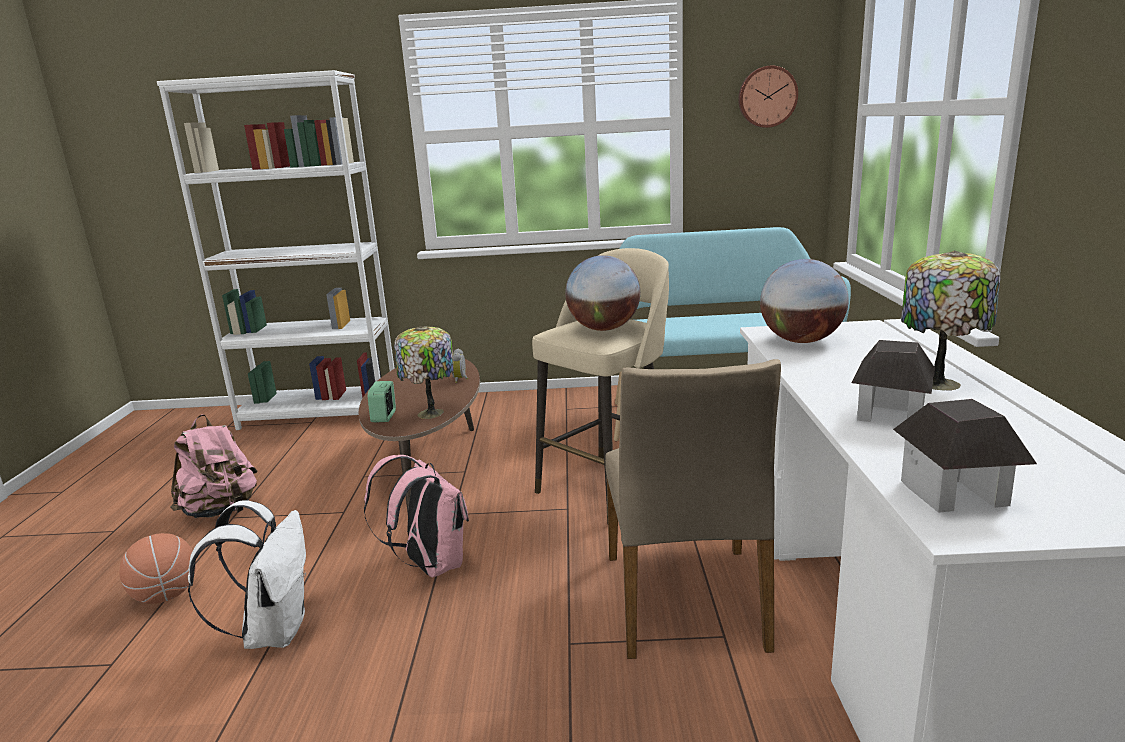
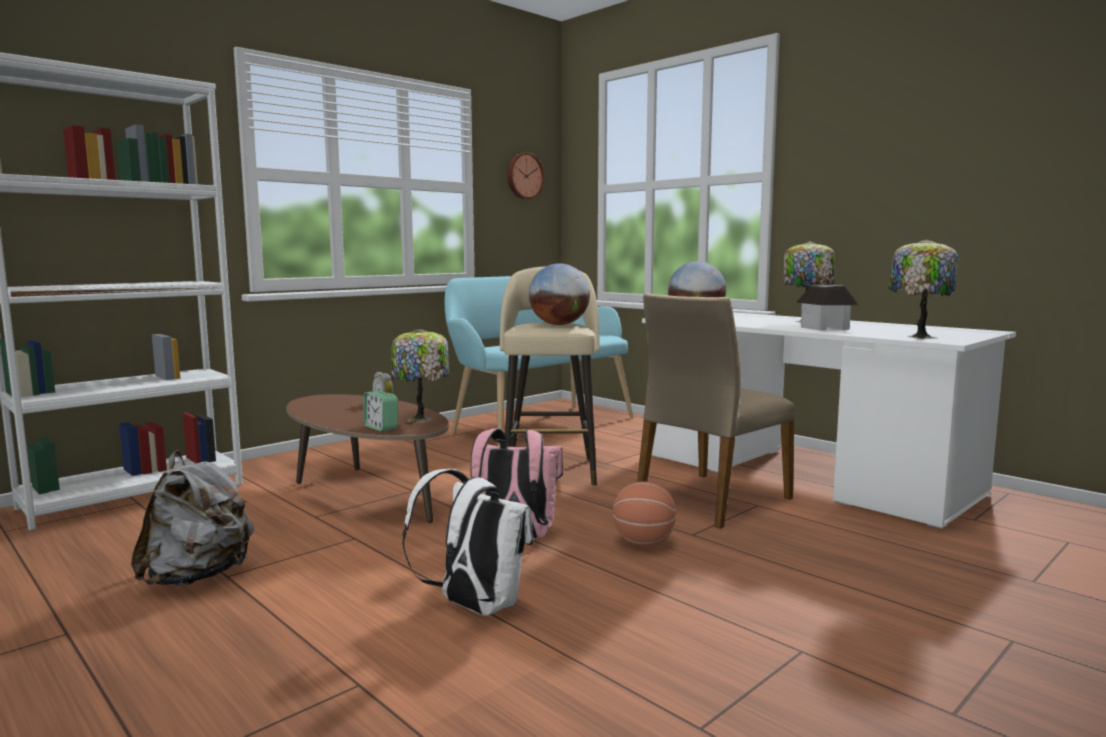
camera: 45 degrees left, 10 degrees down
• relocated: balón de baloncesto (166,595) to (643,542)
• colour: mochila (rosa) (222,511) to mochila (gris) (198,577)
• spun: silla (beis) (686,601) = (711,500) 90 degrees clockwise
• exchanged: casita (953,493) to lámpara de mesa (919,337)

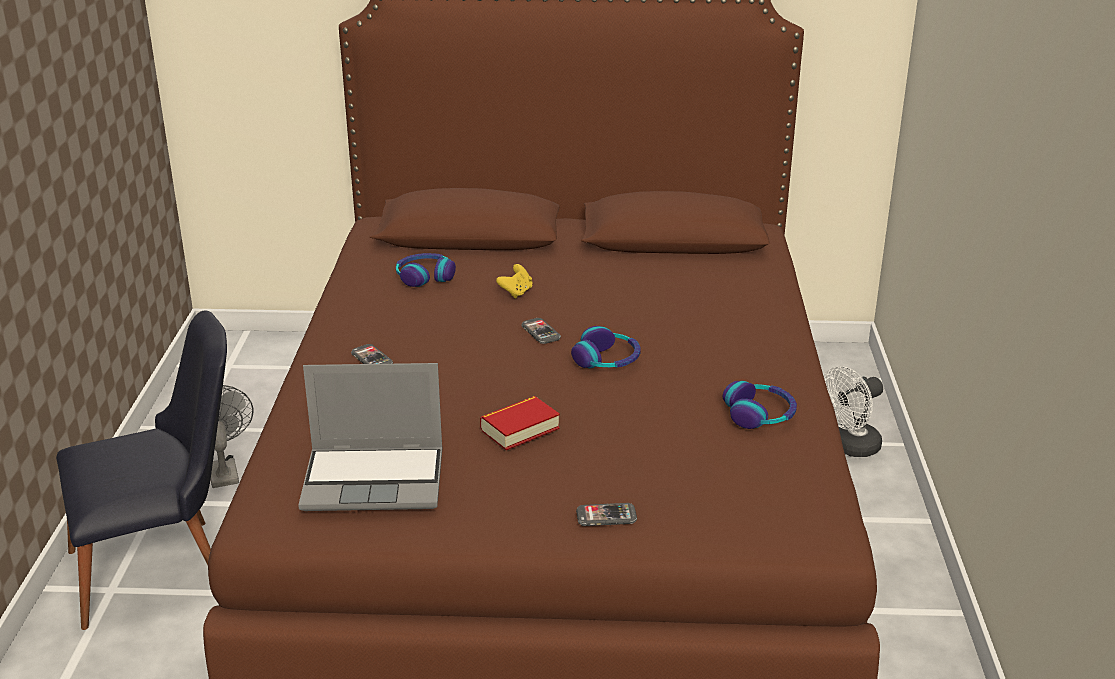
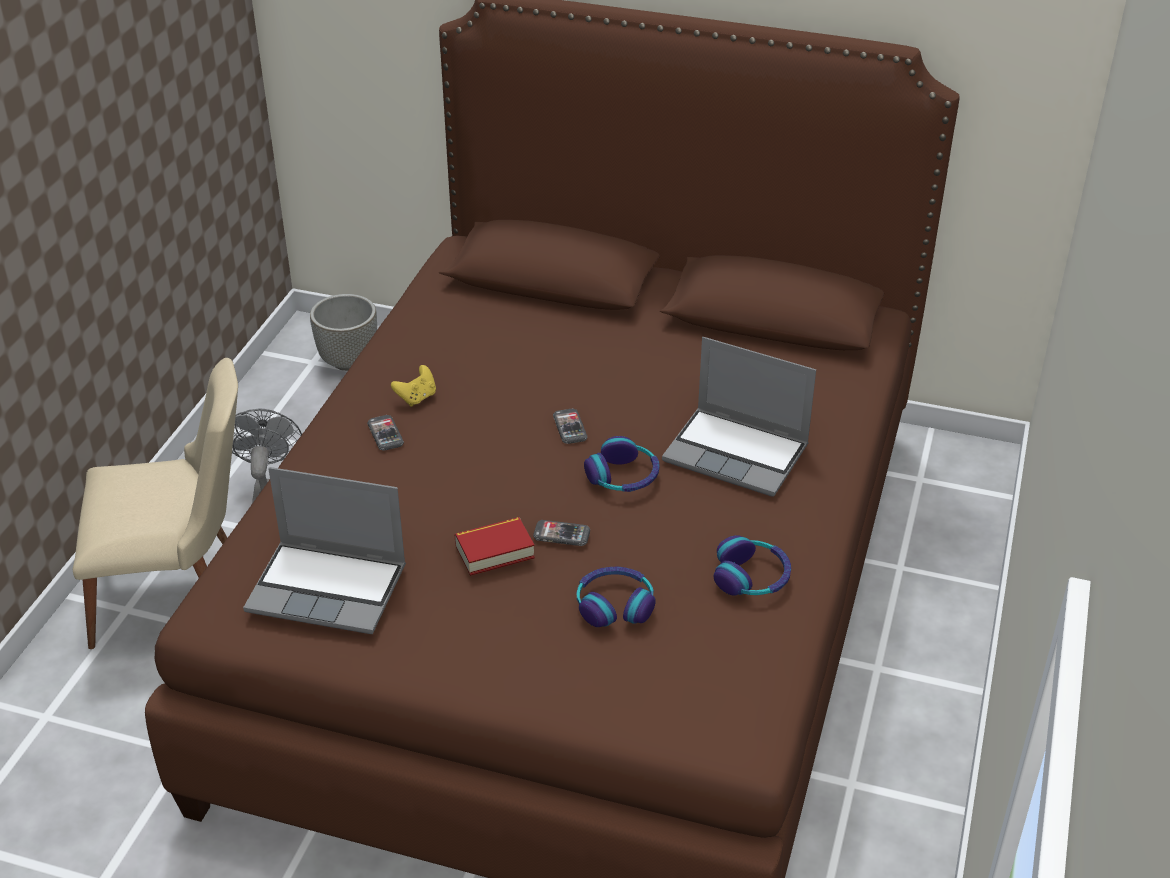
camera: 15 degrees right, 10 degrees up
• colour: silla (negro) (166,568) to silla (beis) (182,595)
• relocated: auriculares (425,276) to (615,605)
• relocated: mando de consola (amarillo) (516,292) to (417,398)
• relocated: móvil (606,516) to (561,534)
• missing: ventilador (blanco) (849,447)
• appeared: maceta (gris) (349,361)
• appeared: portátil (738,453)

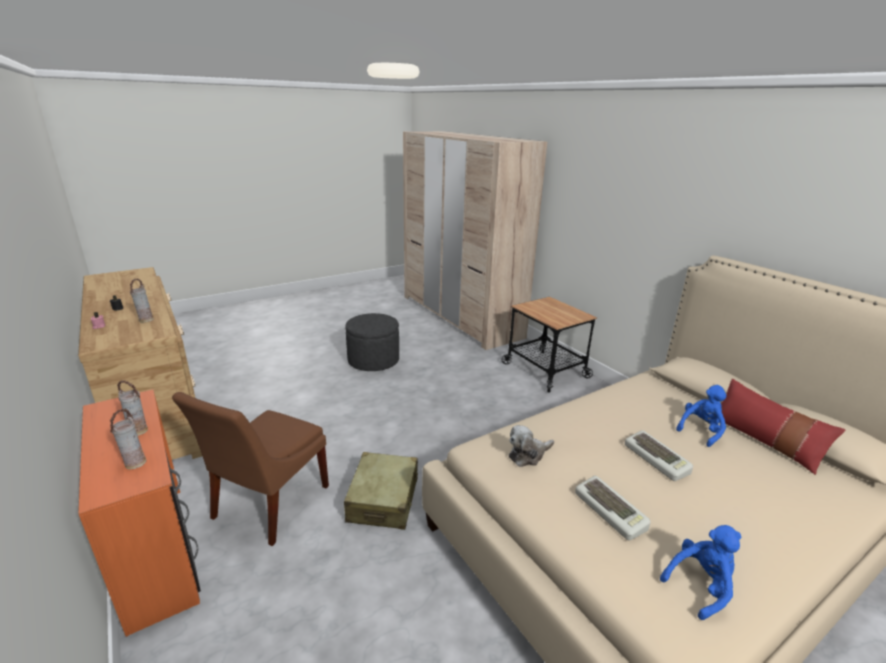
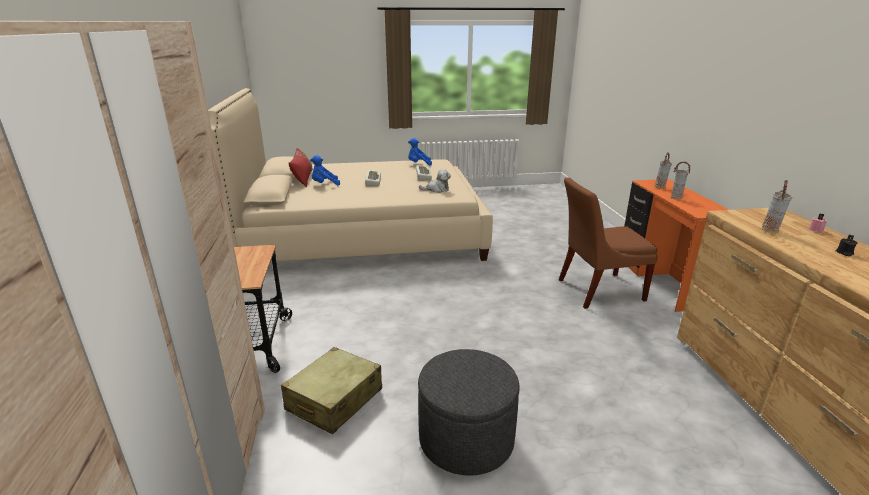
camera: 155 degrees left, 0 degrees up
• spun: silla (marrón) (267,505) = (596,290) 150 degrees counterclockwise
• relocated: maleta (beis) (383,500) to (334,400)

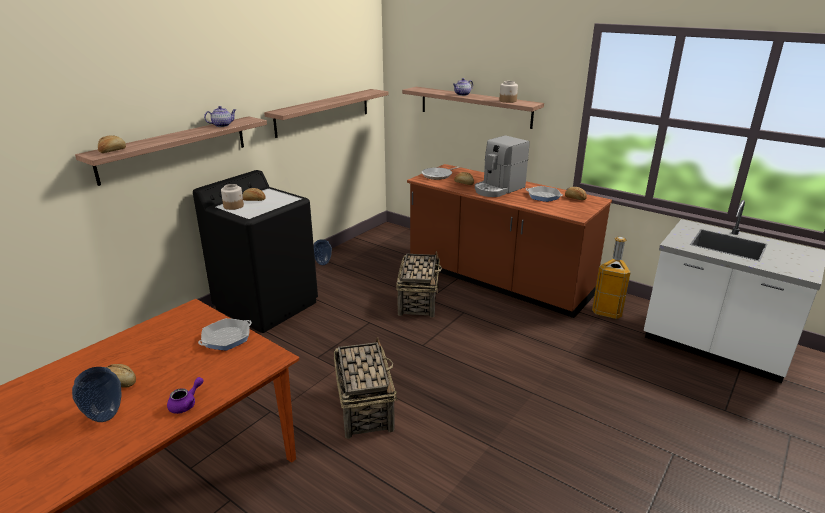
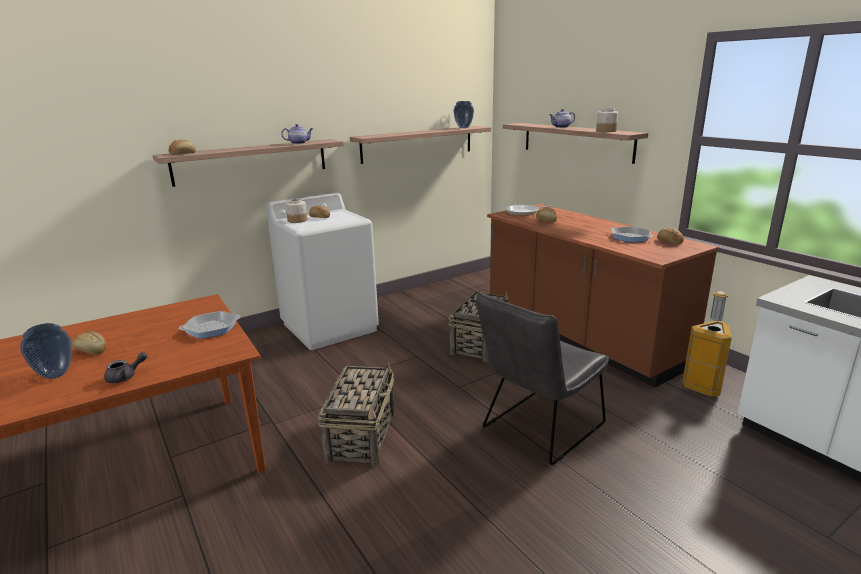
camera: 20 degrees right, 5 degrees down
• colour: tetera (morado) (186,404) to tetera (gris) (126,377)
• colour: lavadora (negro) (267,305) to lavadora (blanco) (330,327)
• relocated: florero (323,263) to (464,127)
• missing: cafetera (498,189)
• appeared: silla (gris) (538,429)

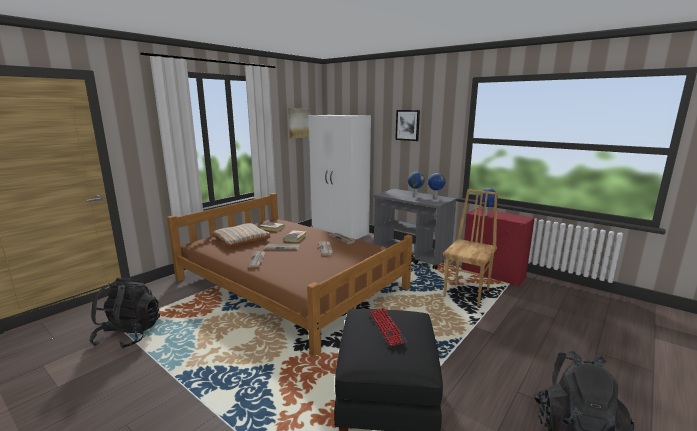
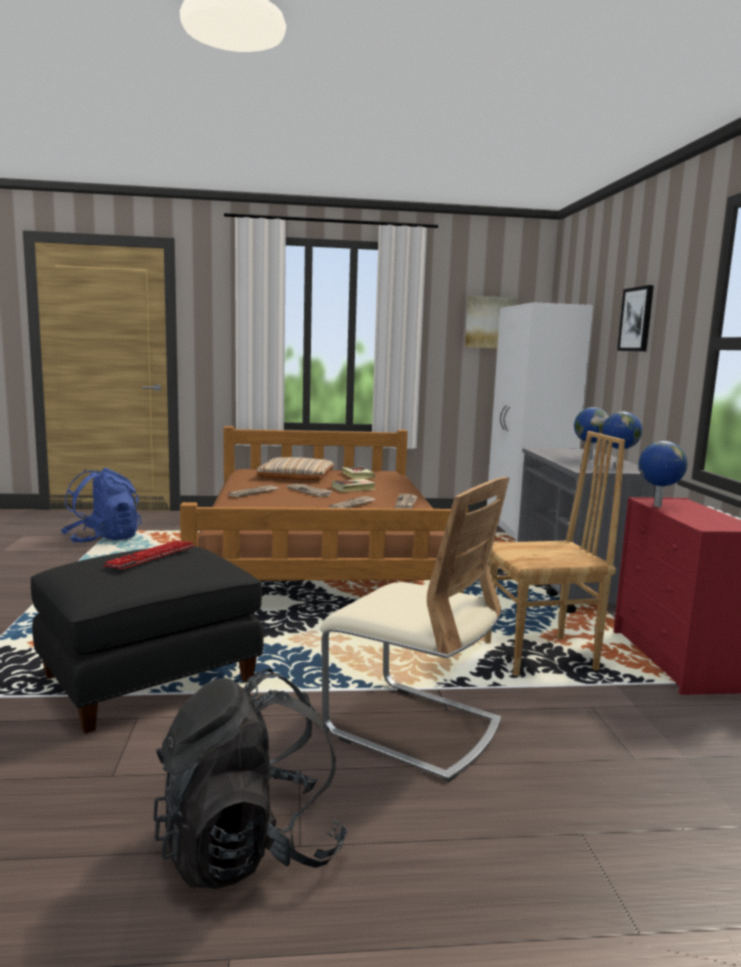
camera: 45 degrees right, 5 degrees down
• colour: mochila (negro) (129,335) to mochila (azul) (103,539)
• appeared: silla (beis) (412,727)

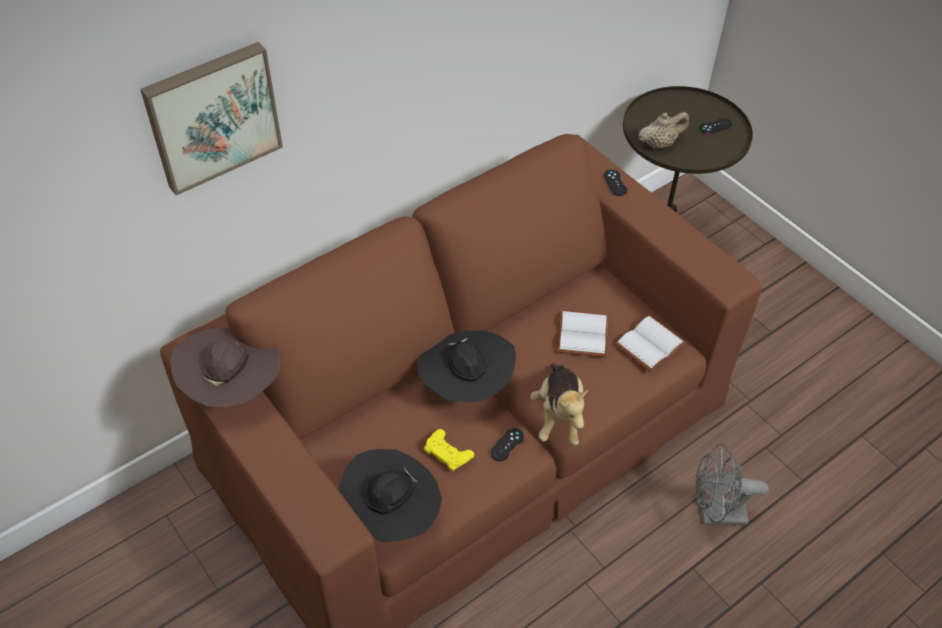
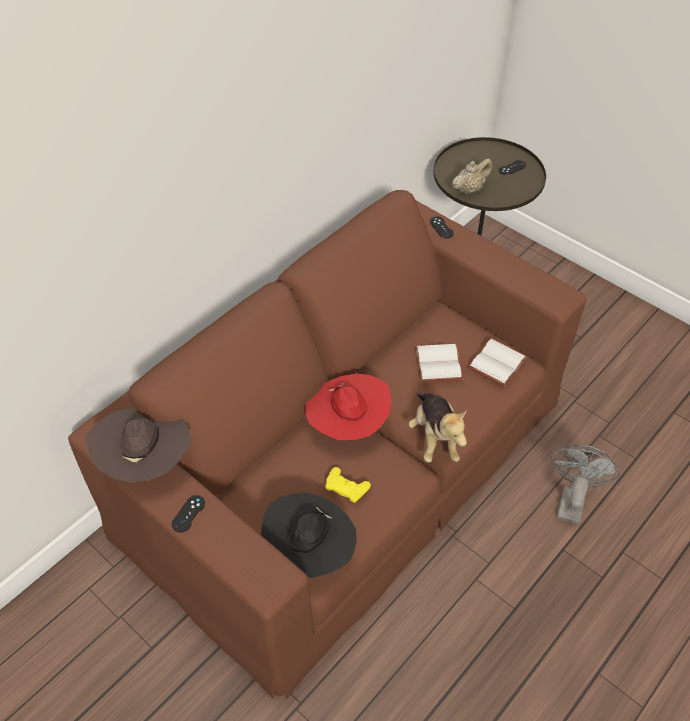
camera: 10 degrees left, 0 degrees up
• missing: cuadro (212,116)
• colour: sombrero (negro) (466,386) to sombrero (rojo) (348,425)
• relocated: mando de consola (negro) (507,445) to (188,514)
• spun: ventilador (gris) (715,514) = (571,500) 120 degrees clockwise

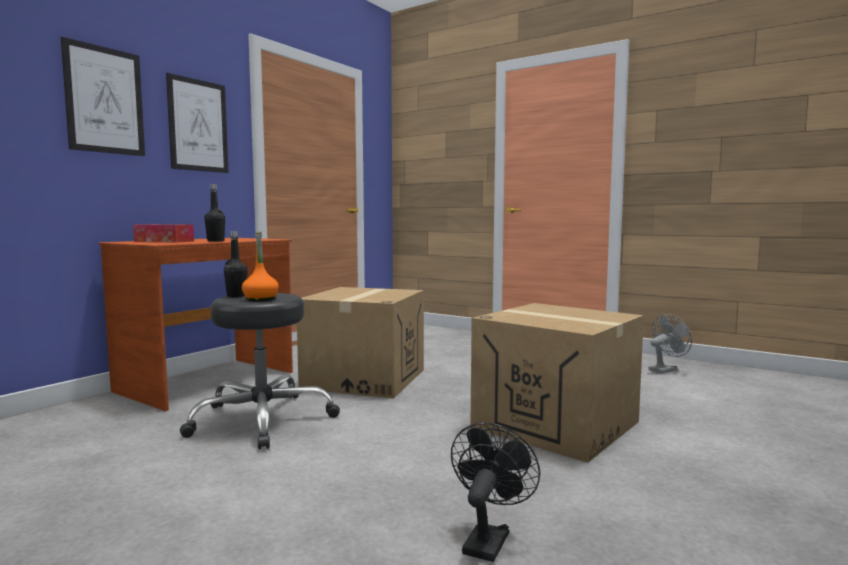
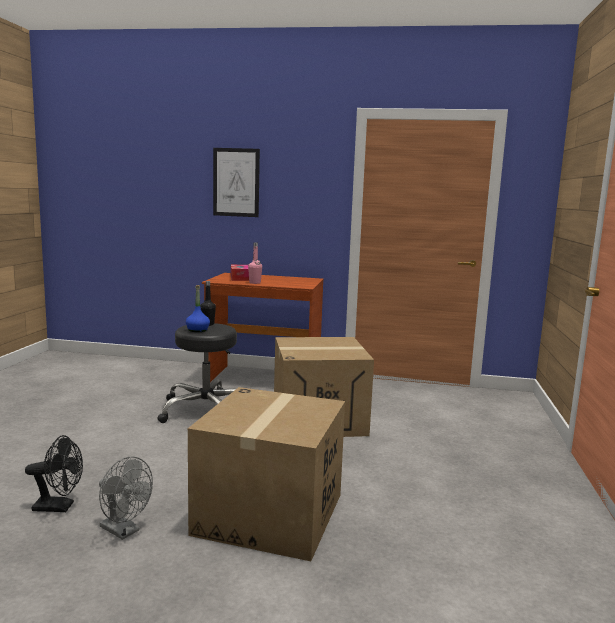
camera: 65 degrees right, 5 degrees up
• missing: cuadro (198,125)
• colour: botella (negro) (215,241) to botella (rosa) (255,283)
• colour: botella (naranja) (260,299) to botella (azul) (197,330)
• relocated: ventilador (gris) (665,370) to (124,531)

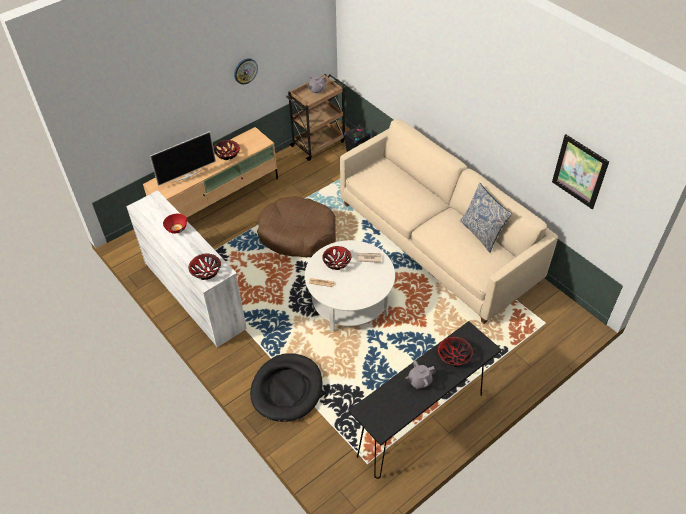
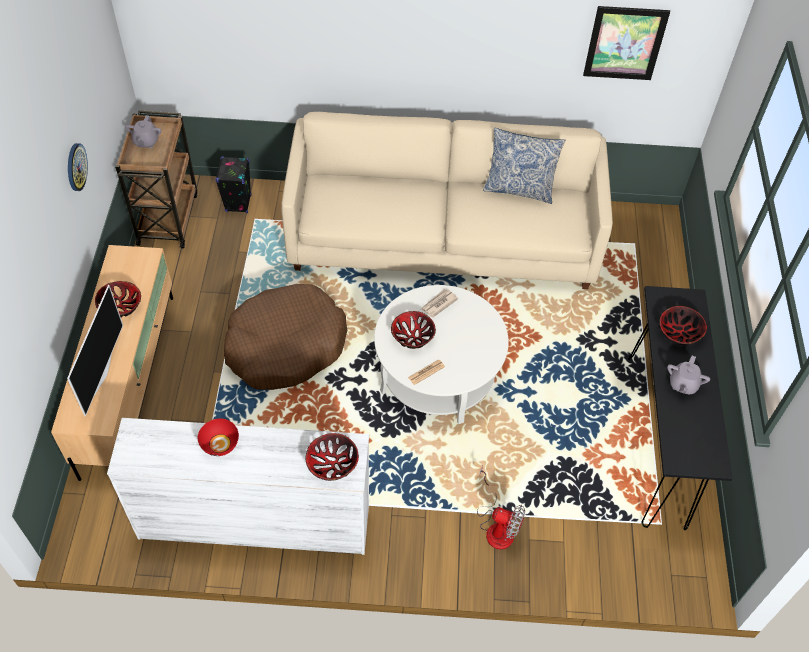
camera: 50 degrees left, 5 degrees up
• exchanged: cama para perro (negro) (287,389) to ventilador (496,526)

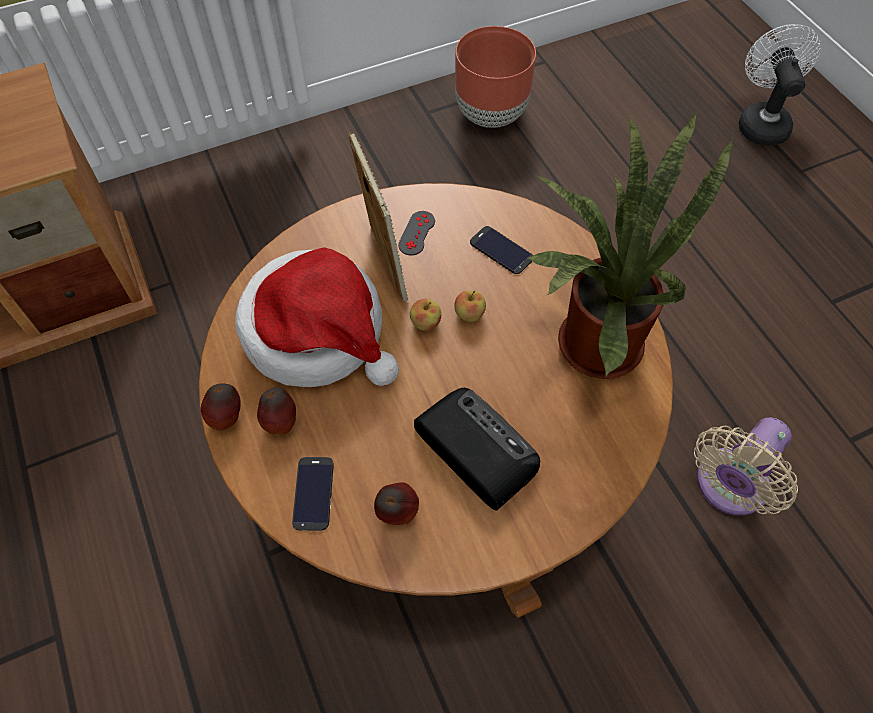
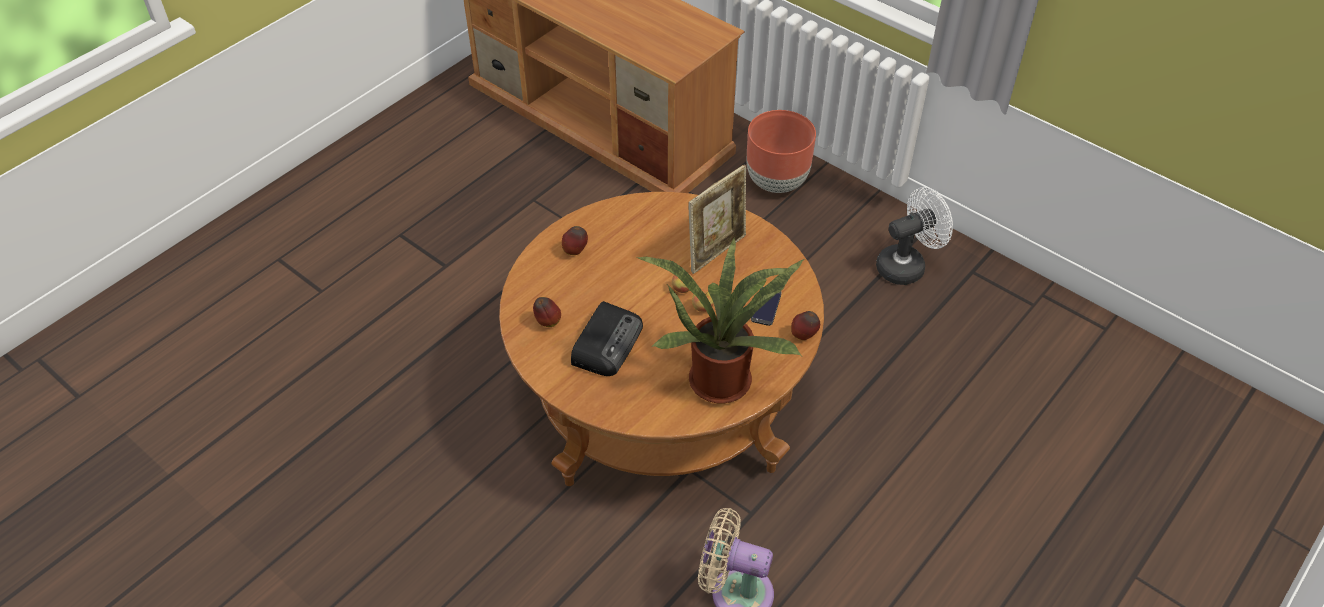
camera: 65 degrees right, 10 degrees down
• relocated: manzana (227,417) to (804,336)
• missing: sombrero (318,333)
• missing: móvil (313,493)
• missing: mando de consola (gris) (417,233)
• relocated: maceta (marrón) (490,114) to (777,181)
• relocated: ventilador (blanco) (760,122) to (907,265)

